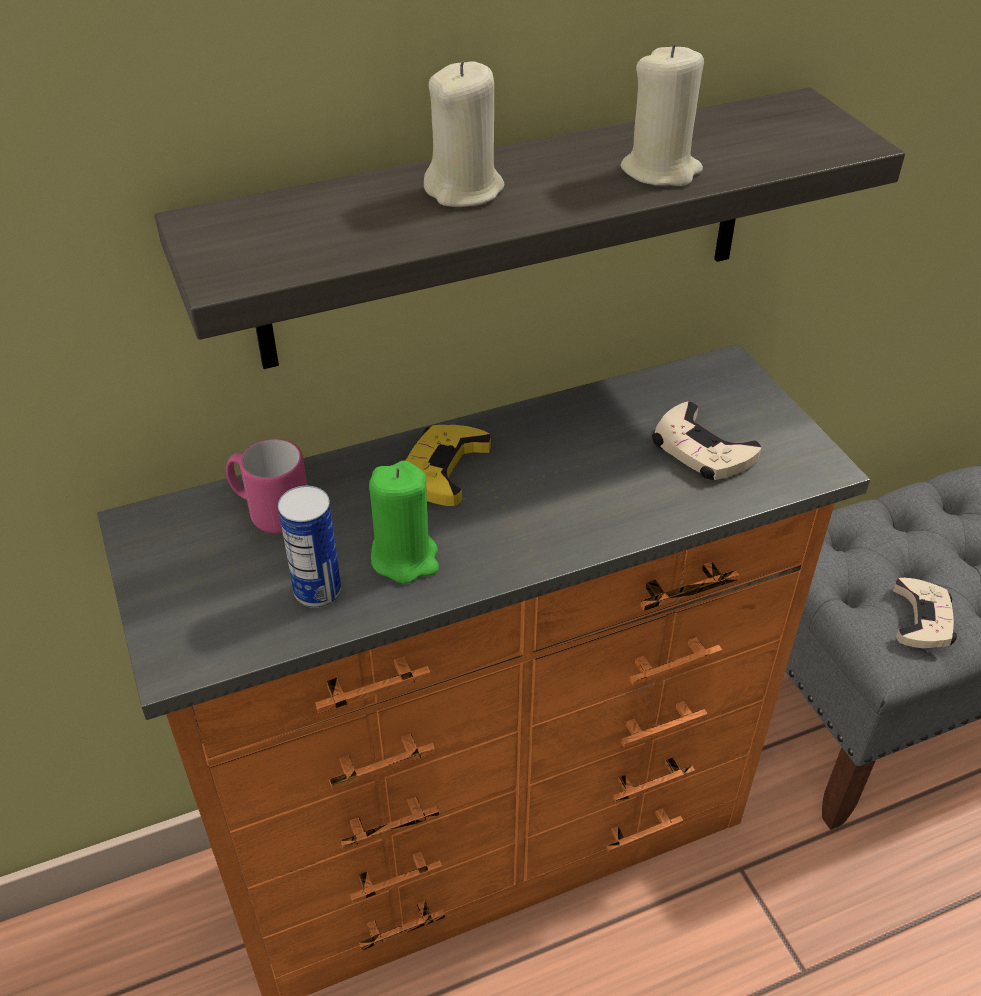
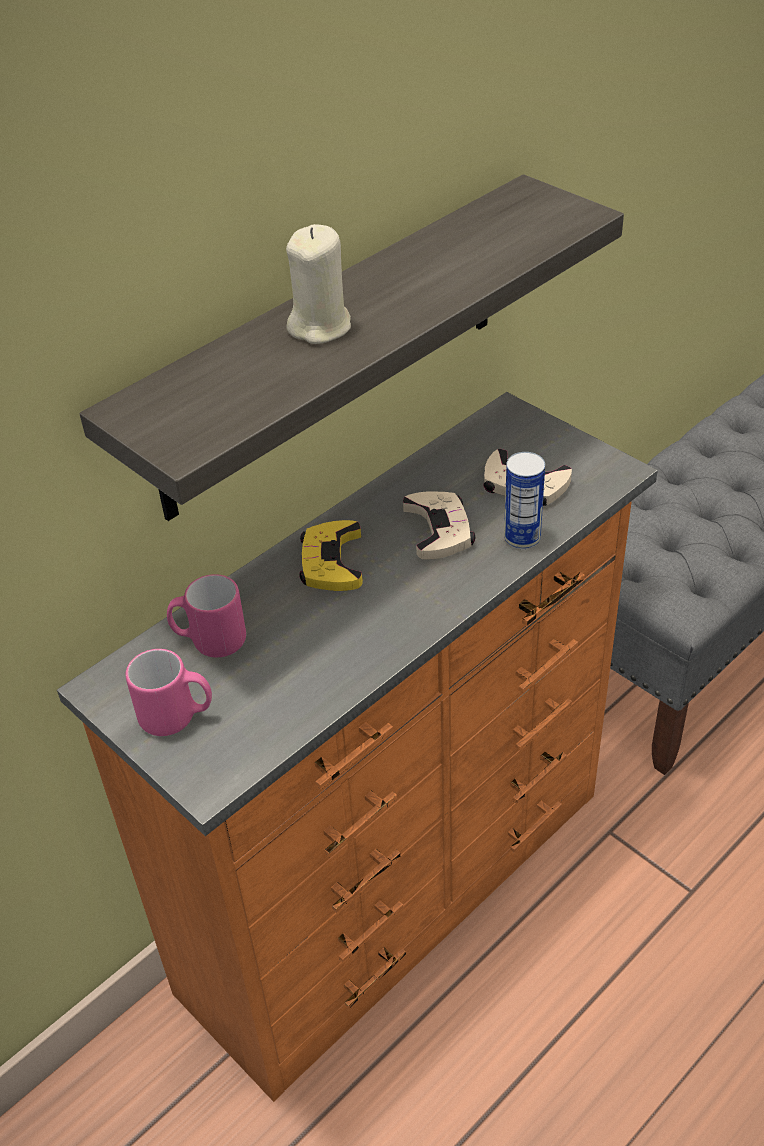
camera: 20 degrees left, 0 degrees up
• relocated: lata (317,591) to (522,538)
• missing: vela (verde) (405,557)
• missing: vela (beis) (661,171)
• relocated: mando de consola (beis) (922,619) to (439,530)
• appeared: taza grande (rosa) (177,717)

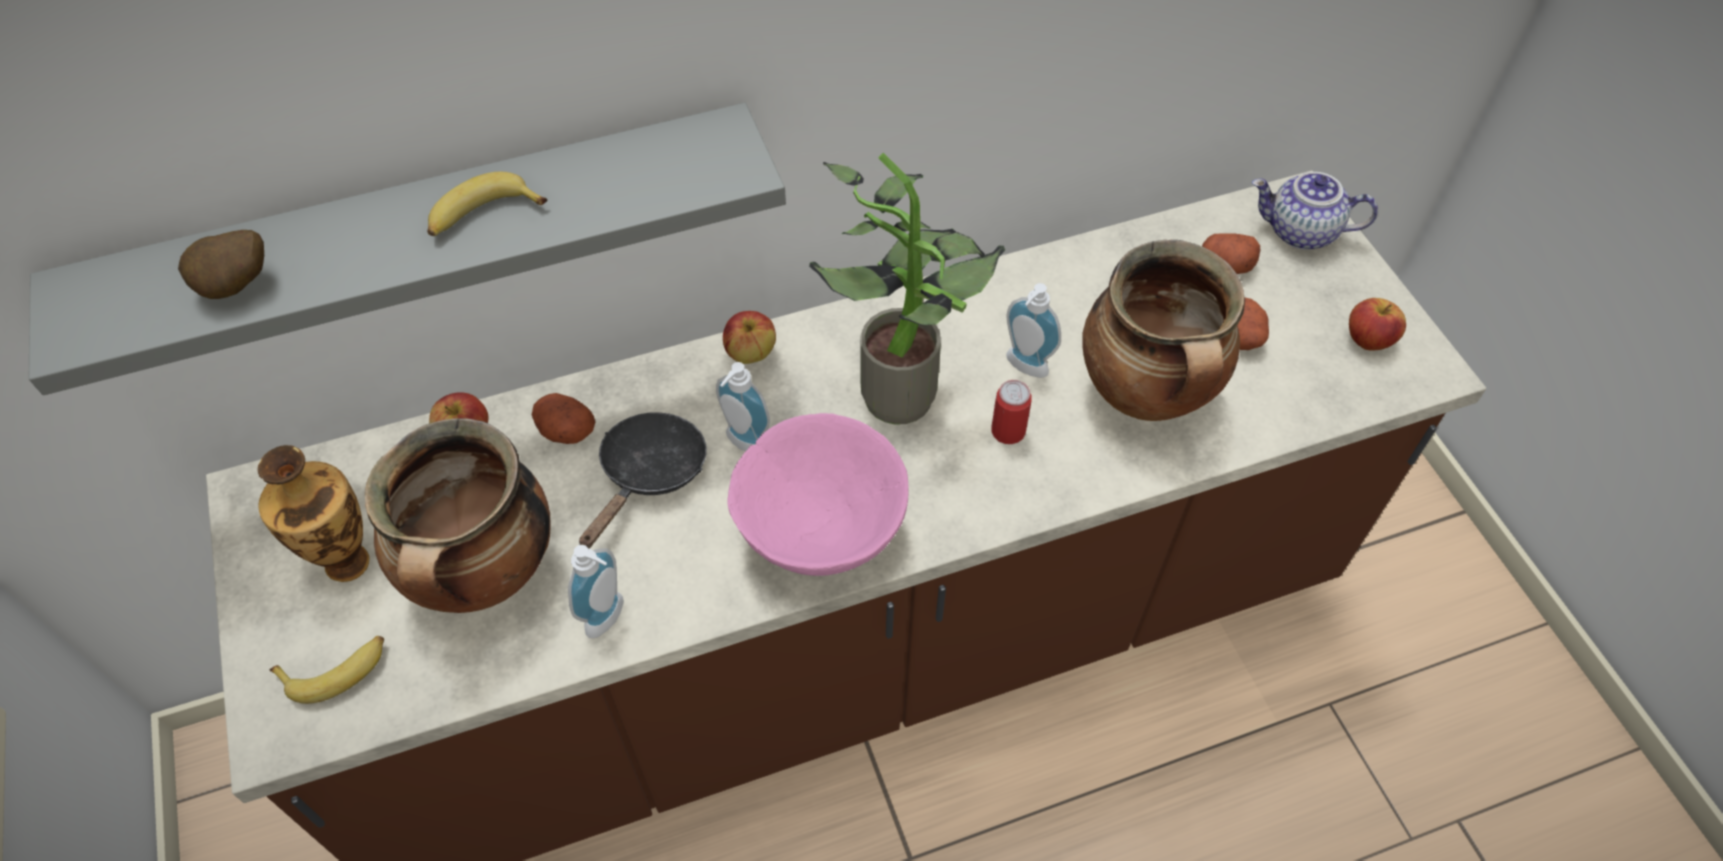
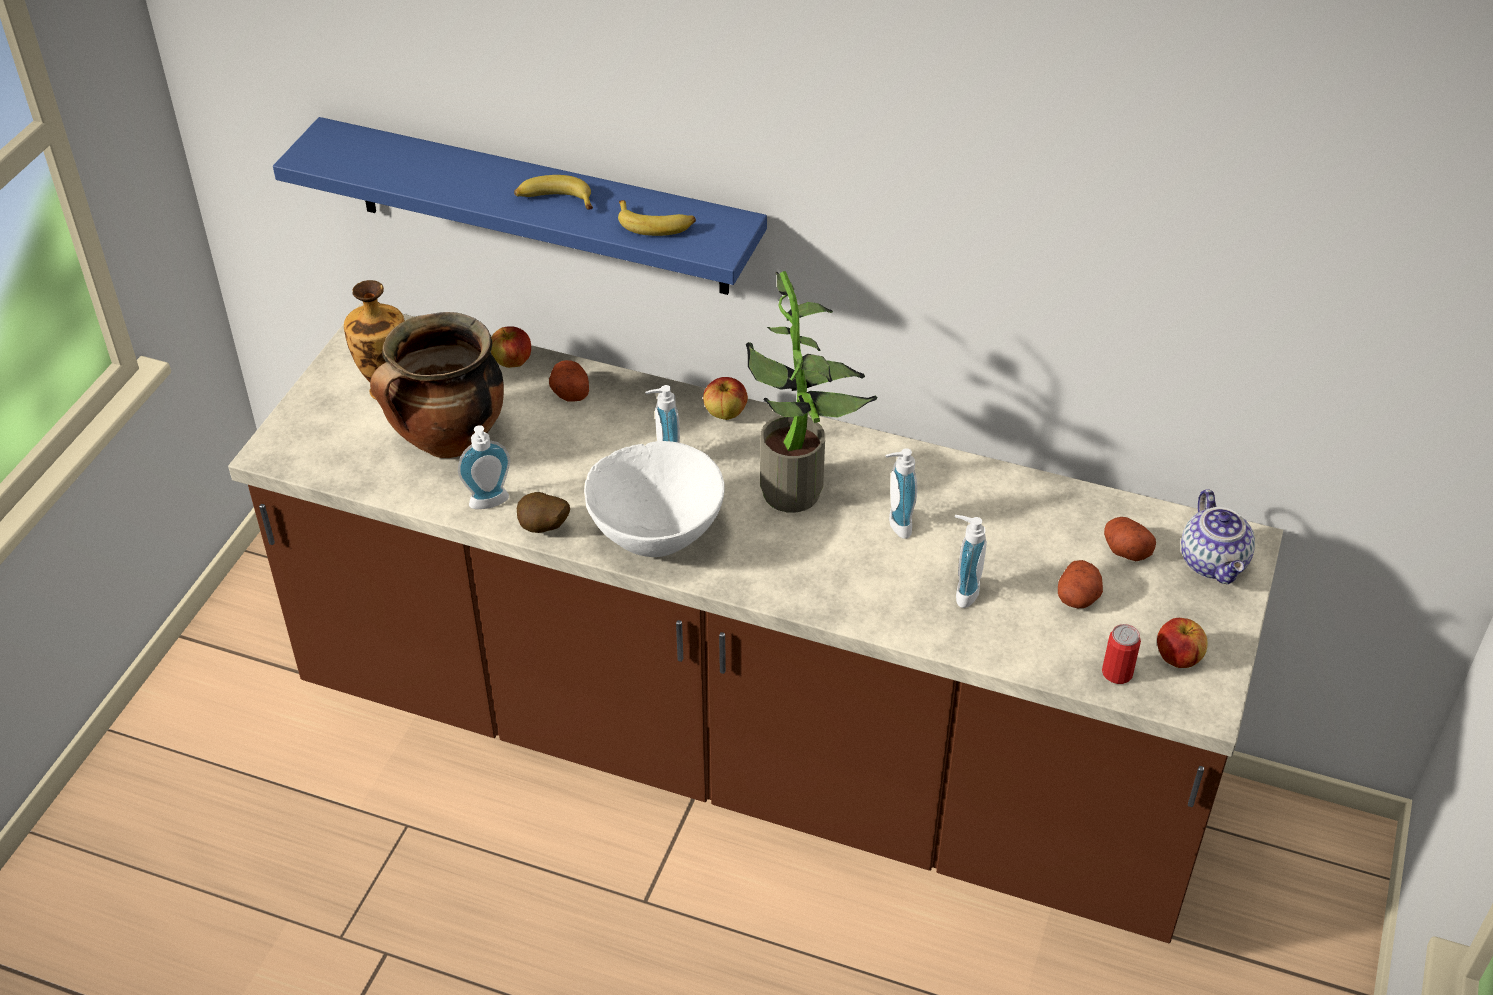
camera: 40 degrees right, 10 degrees down
• colour: estante (gris) (428,236) to estante (azul) (540,207)
• relocated: patata (238,287) to (543,528)
• relocated: plátano (336,670) to (655,224)
• missing: sartén (negro) (649,474)
• colour: cuenco (rosa) (821,533) to cuenco (blanco) (657,536)
• relocated: lata (1008,431) to (1117,673)
• exchanged: olla (1147,396) to dispensador de jabón (962,591)
• spun: tetera (1300,233) = (1214,563) 150 degrees counterclockwise

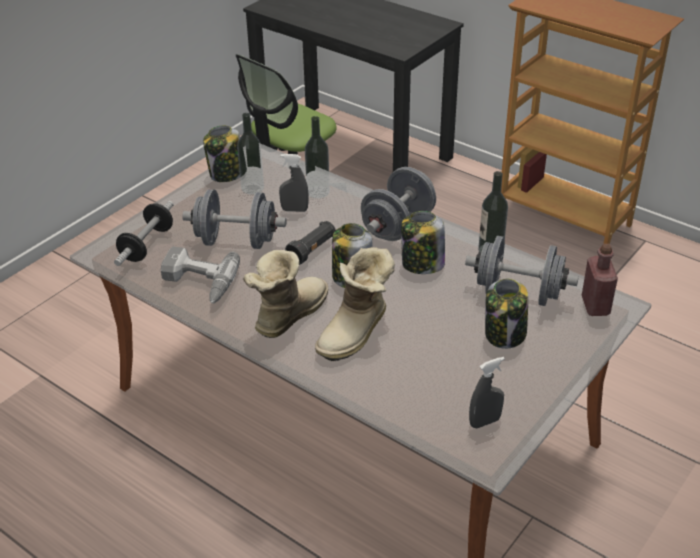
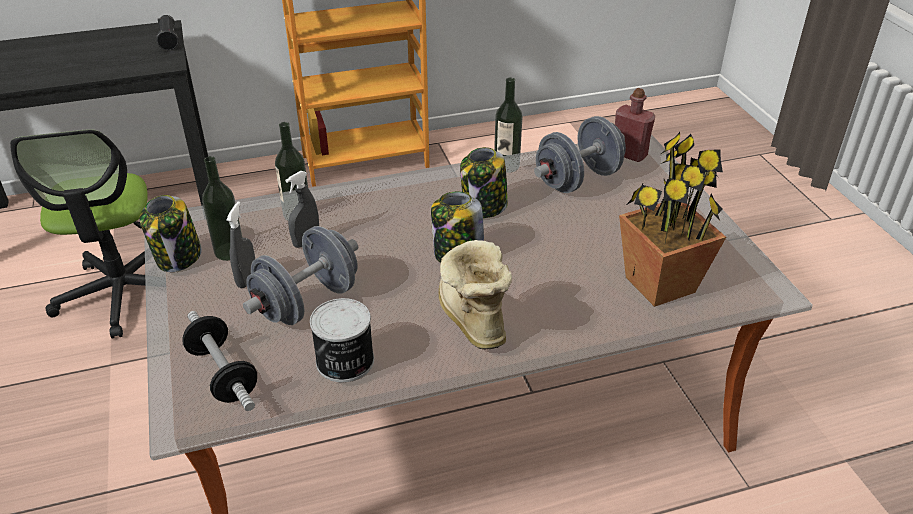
camera: 55 degrees left, 0 degrees up
• exchanged: taladro (198,283) to lata (345,362)
• relocated: linterna (negro) (312,250) to (169,40)
• missing: bota (357,332)
• missing: mancuerna (gris) (398,226)
• relocated: pulverizador (gris) (484,422) to (246,279)
• missing: tarro (505,334)
• appeared: planta en maceta (659,284)

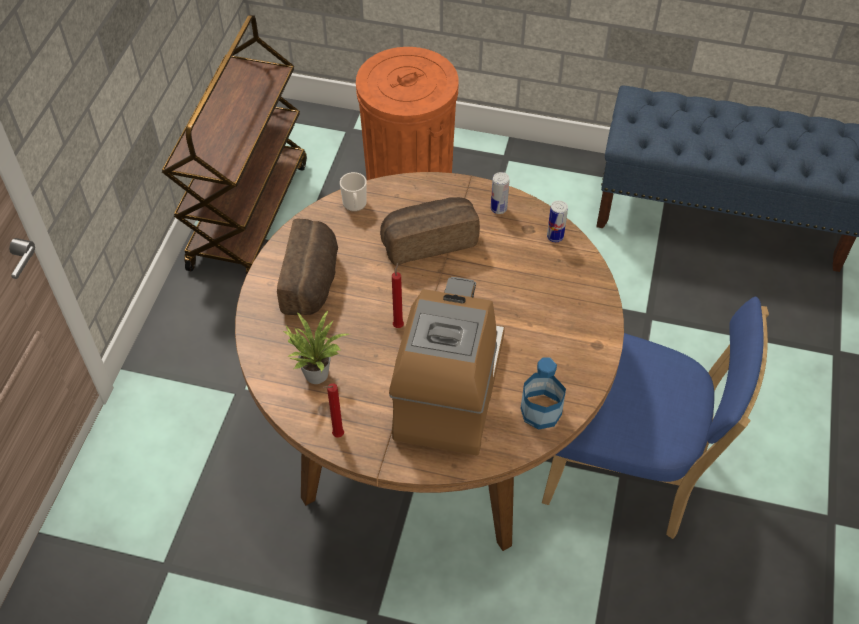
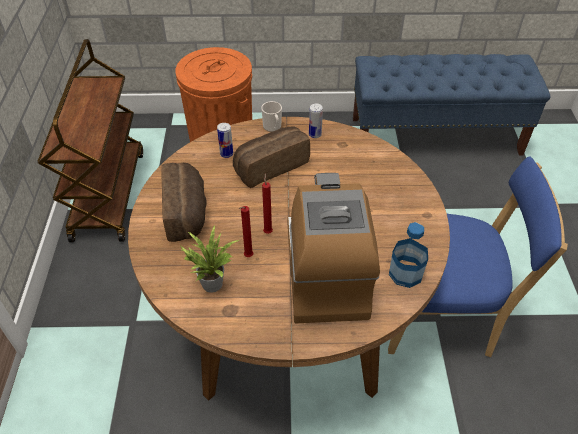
camera: 15 degrees left, 5 degrees down
• relocated: vela (rojo) (336,436) to (247,257)
• relocated: taza grande (355,205) to (273,127)
• relocated: lata (555,236) to (226,154)

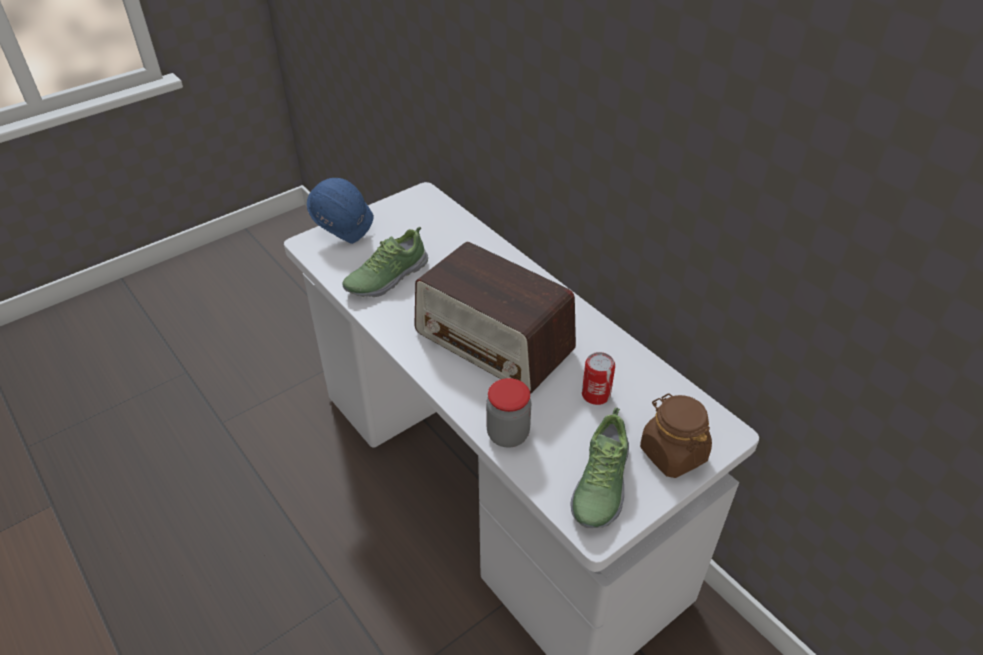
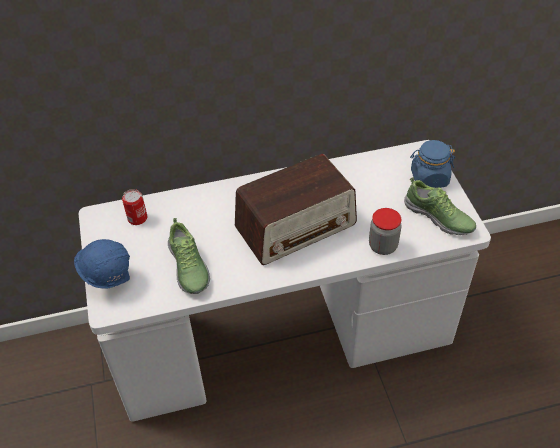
camera: 65 degrees left, 5 degrees up
• relocated: lata (596,395) to (137,218)
• colour: tarro (marrón) (672,453) to tarro (azul) (429,178)

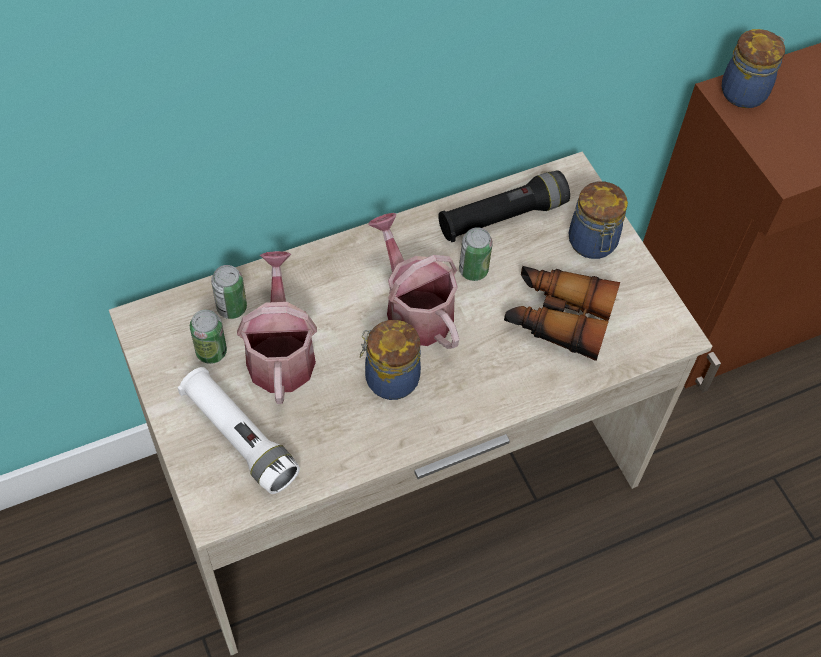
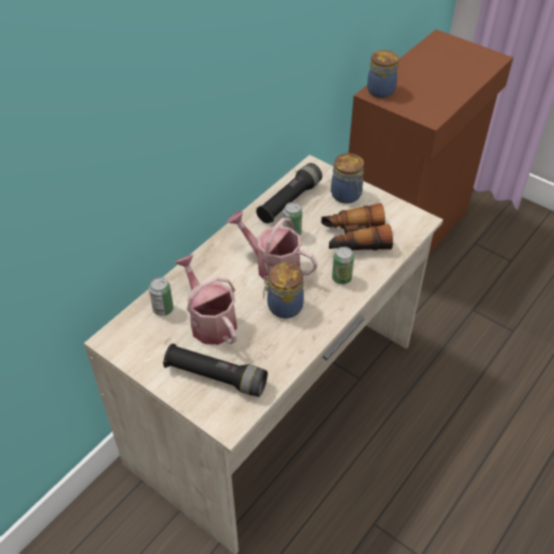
camera: 25 degrees left, 10 degrees down
• colour: linterna (blanco) (239,438) to linterna (negro) (216,377)
• relocated: lata (211,352) to (341,278)

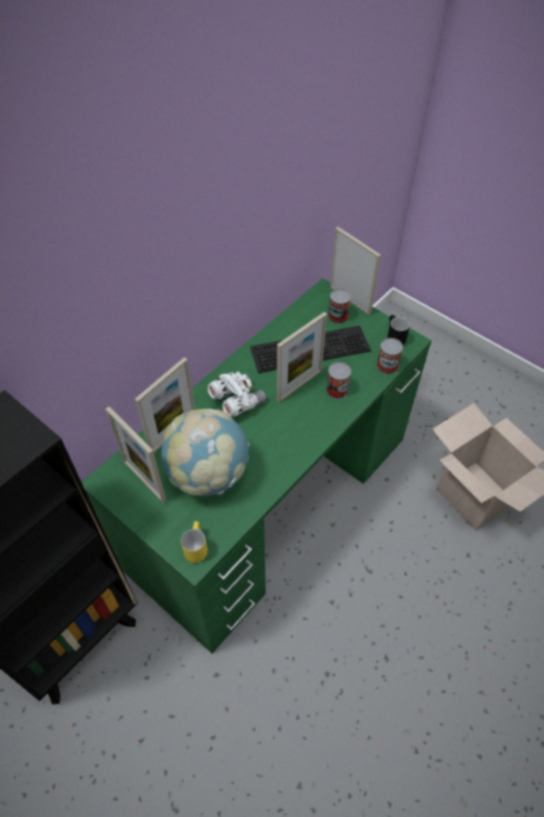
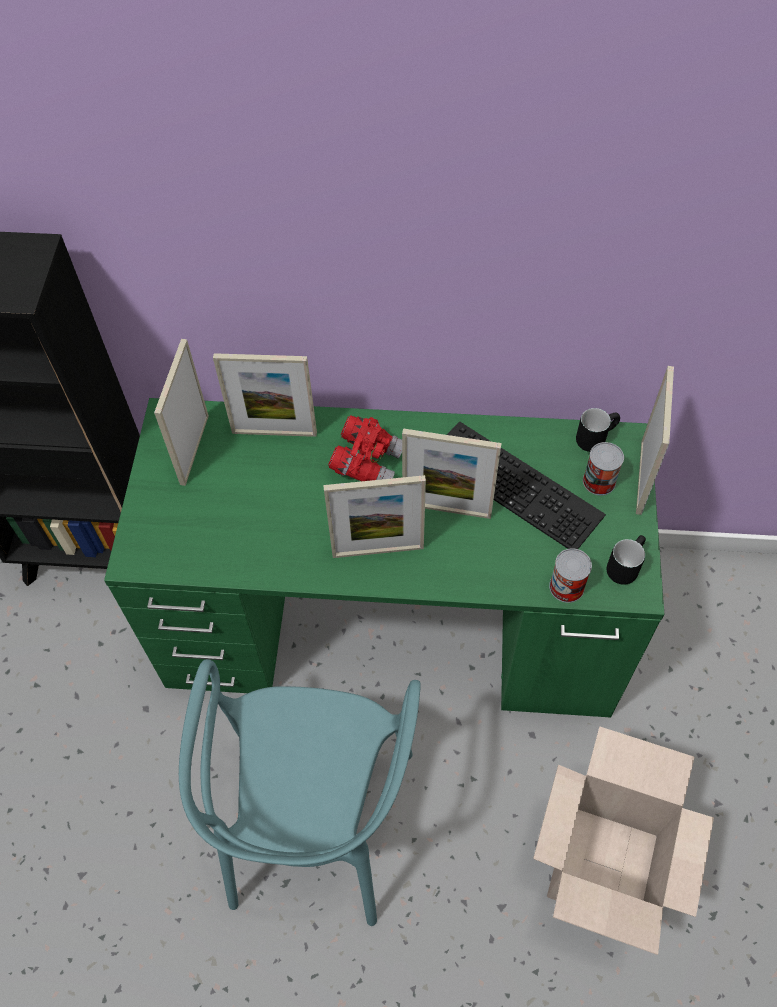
camera: 55 degrees right, 5 degrees up
• missing: globo terráqueo (208,474)
• missing: taza grande (amarillo) (194,547)
• colour: prismáticos (blanco) (236,401) to prismáticos (rojo) (367,462)
• missing: lata (337,390)
• appeared: silla (turquesa) (315,822)
• appeared: portarretratos (378,551)
• appeared: taza grande (negro) (594,437)

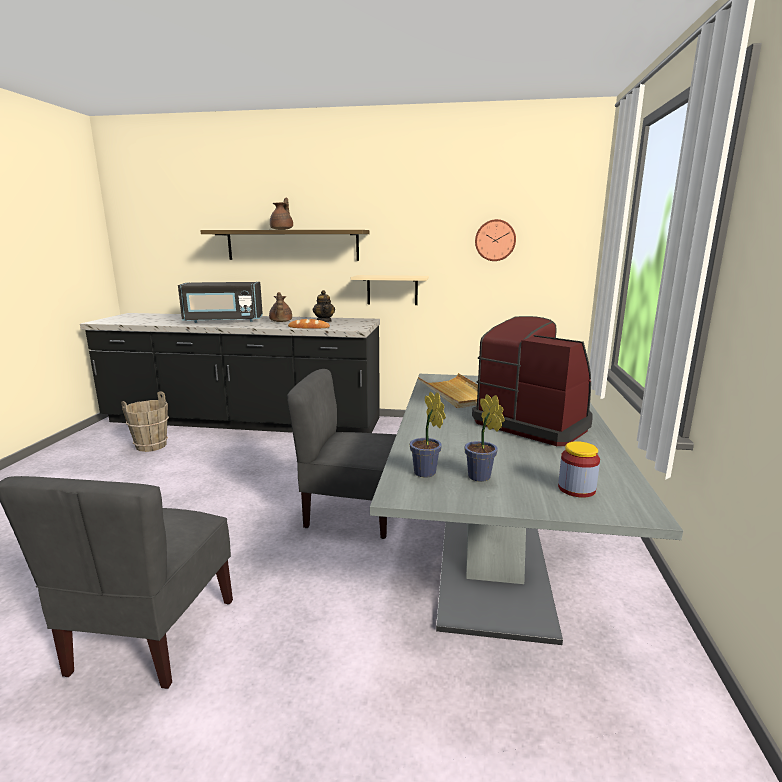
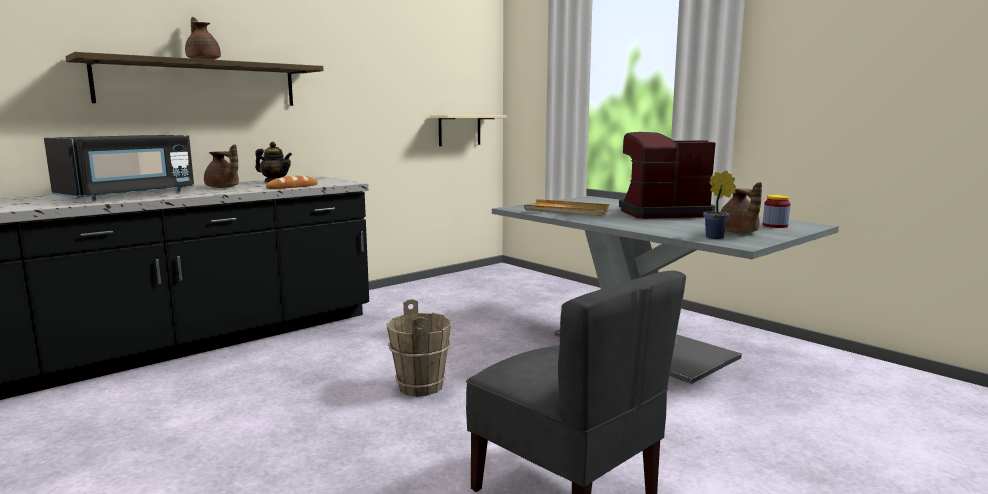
camera: 50 degrees left, 5 degrees down
• relocated: cubo (marrón) (151,446) to (421,386)
• missing: silla (gris) (352,513)
• relocated: estante (beis) (392,290) to (459,130)
• exchanged: planta en maceta (481,478) to tetera (marrón) (738,232)
• missing: reloj de pared (495,240)

